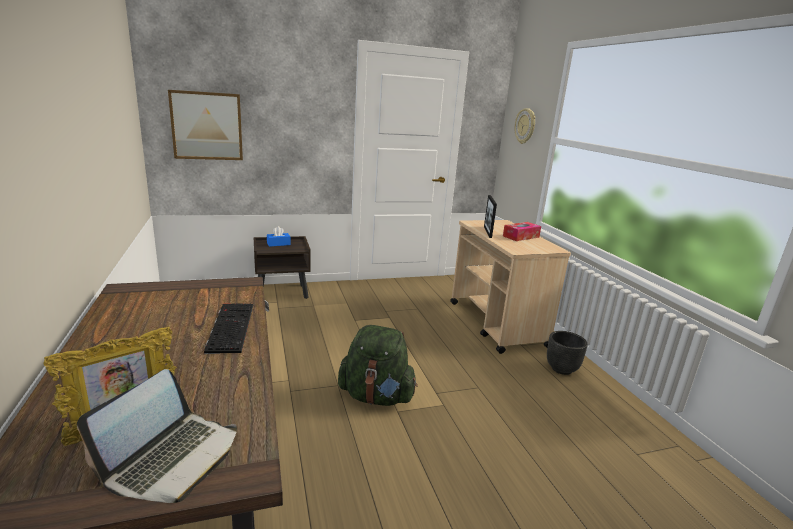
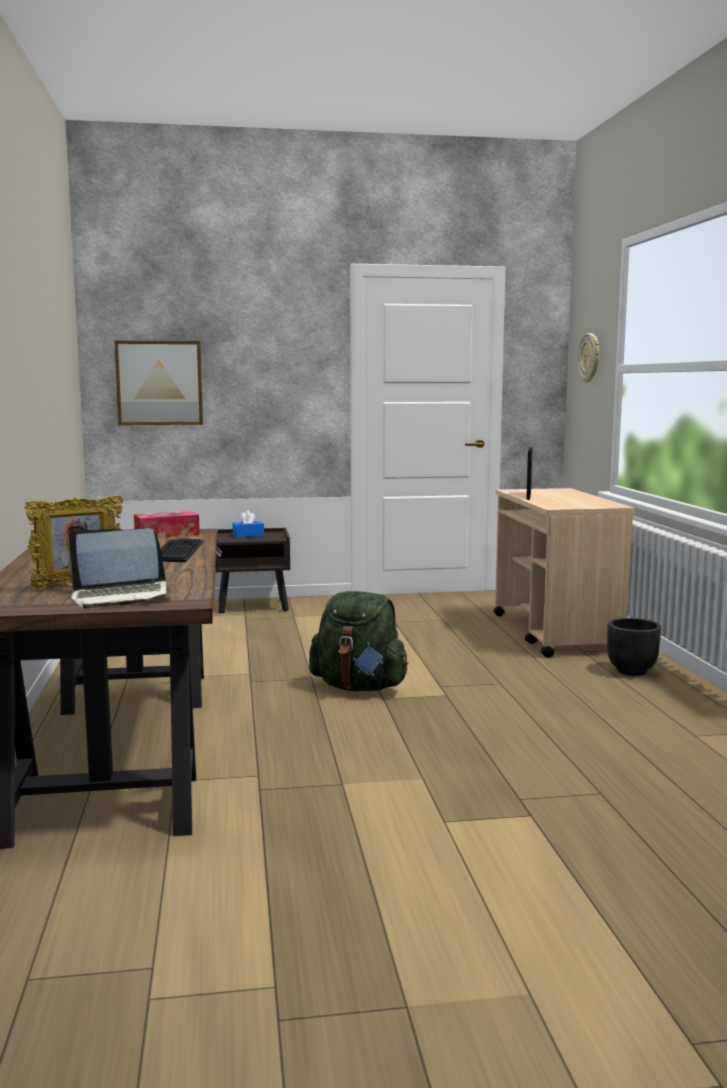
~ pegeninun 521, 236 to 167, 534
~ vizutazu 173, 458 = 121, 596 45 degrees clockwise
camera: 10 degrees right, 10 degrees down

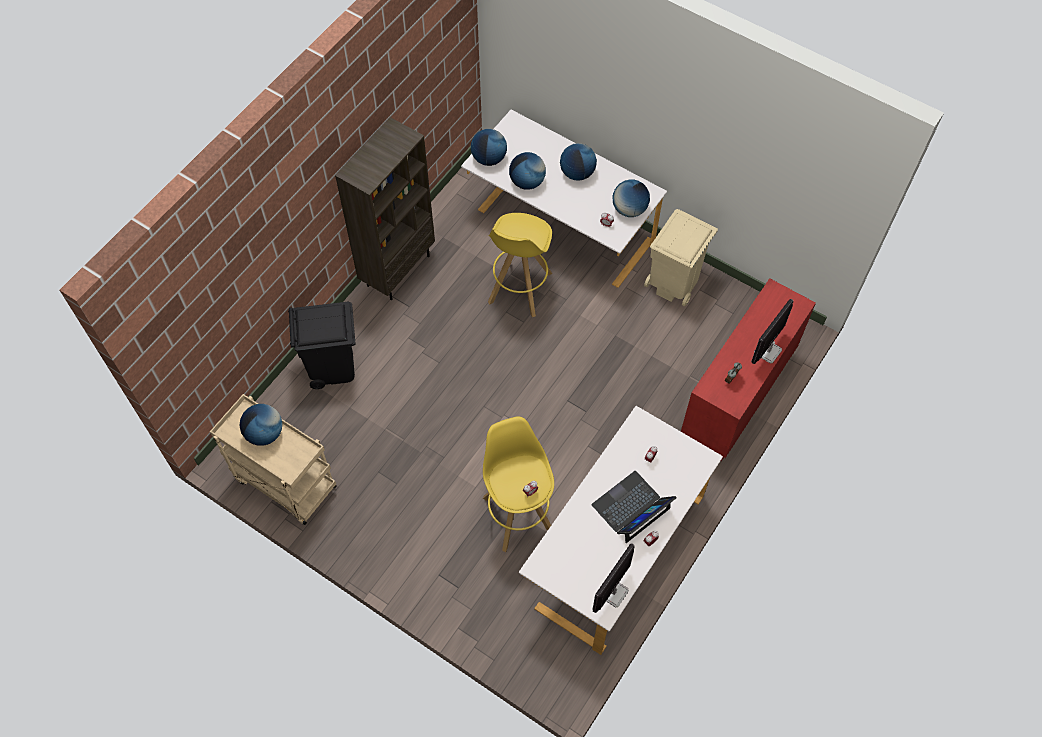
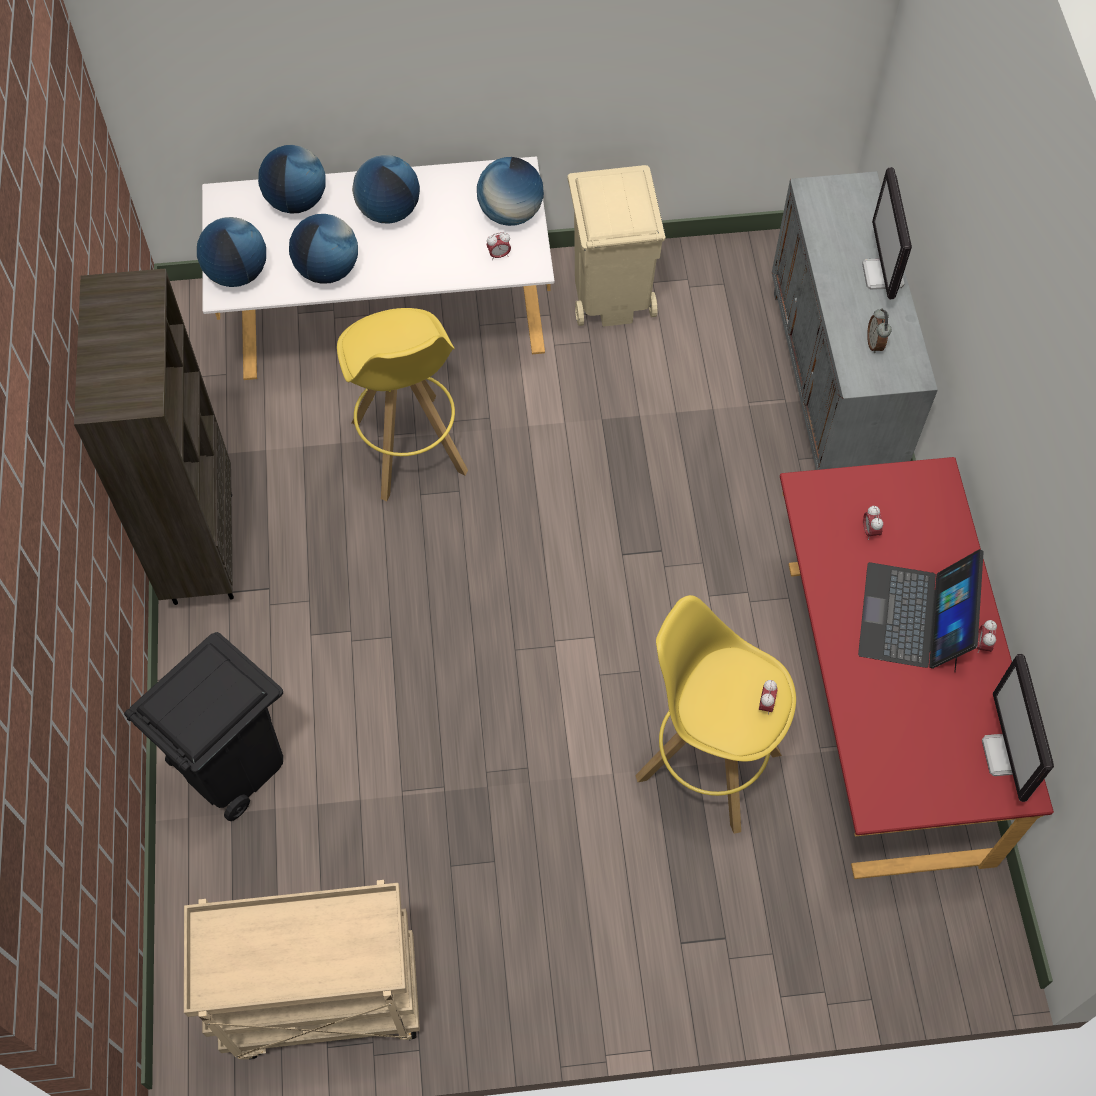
~ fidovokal 265, 433 to 296, 202
~ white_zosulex 615, 548 to red_zosulex 876, 705
~ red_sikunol 737, 397 to grey_sikunol 833, 387
camera: 40 degrees left, 0 degrees up

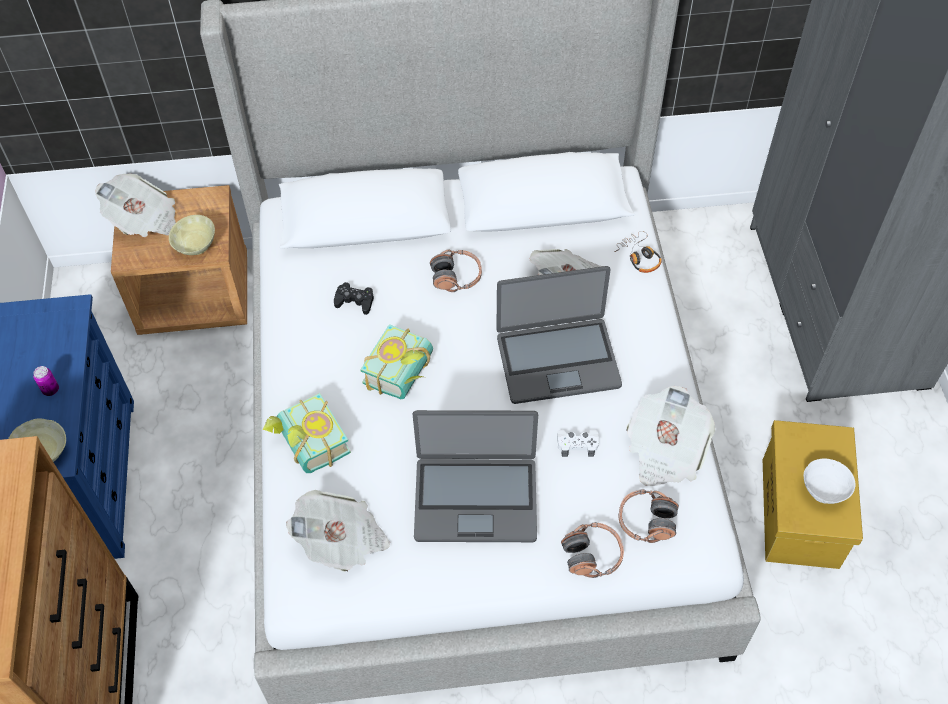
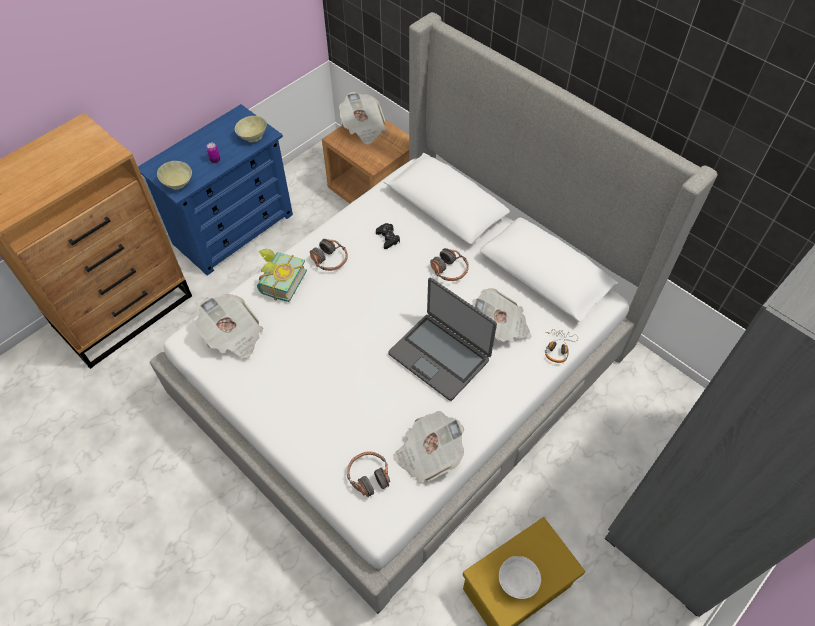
- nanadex 405, 375
- vizutazu 475, 498
- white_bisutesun 577, 445
~ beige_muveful 195, 247 to 253, 137
~ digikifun 592, 555 to 330, 260
camera: 50 degrees right, 0 degrees up

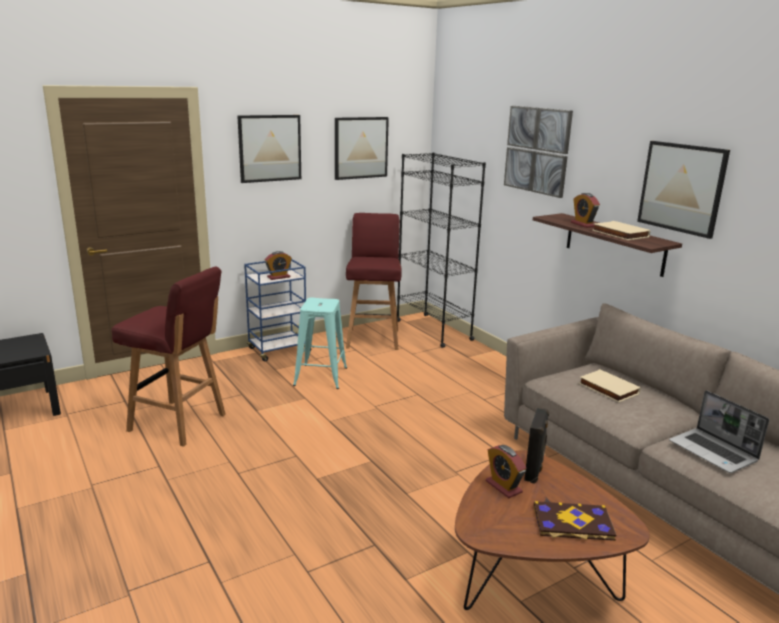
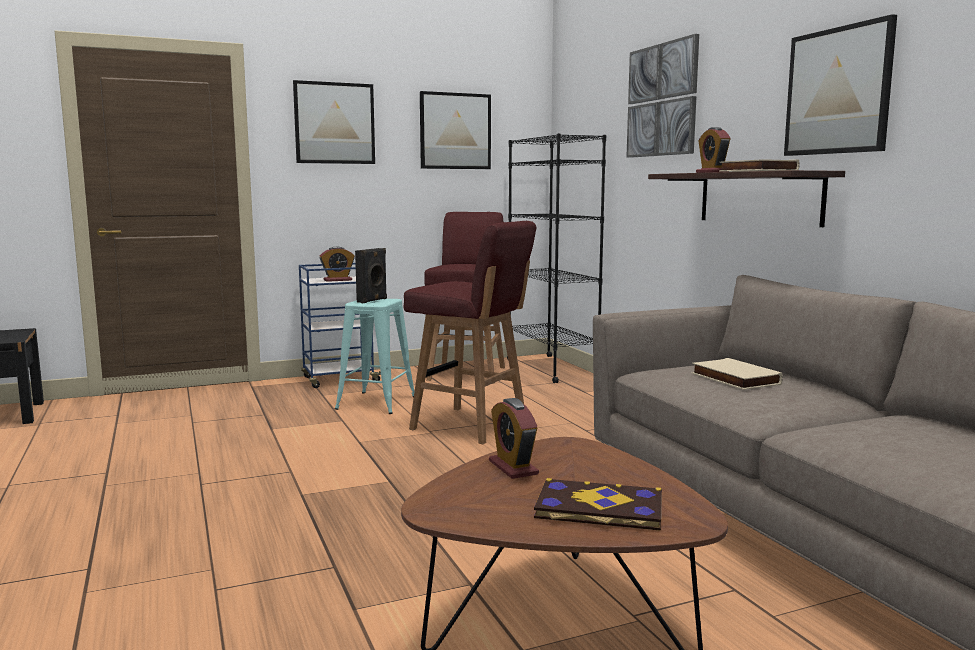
- vizutazu 714, 452
~ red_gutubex 179, 423 to 471, 426
~ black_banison 534, 471 to 373, 300
camera: 10 degrees right, 10 degrees down

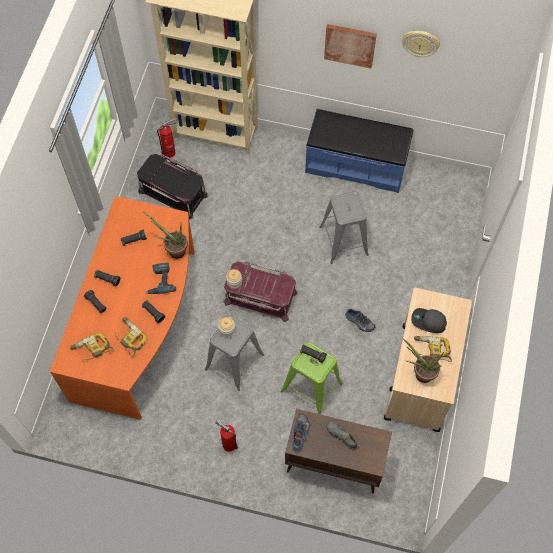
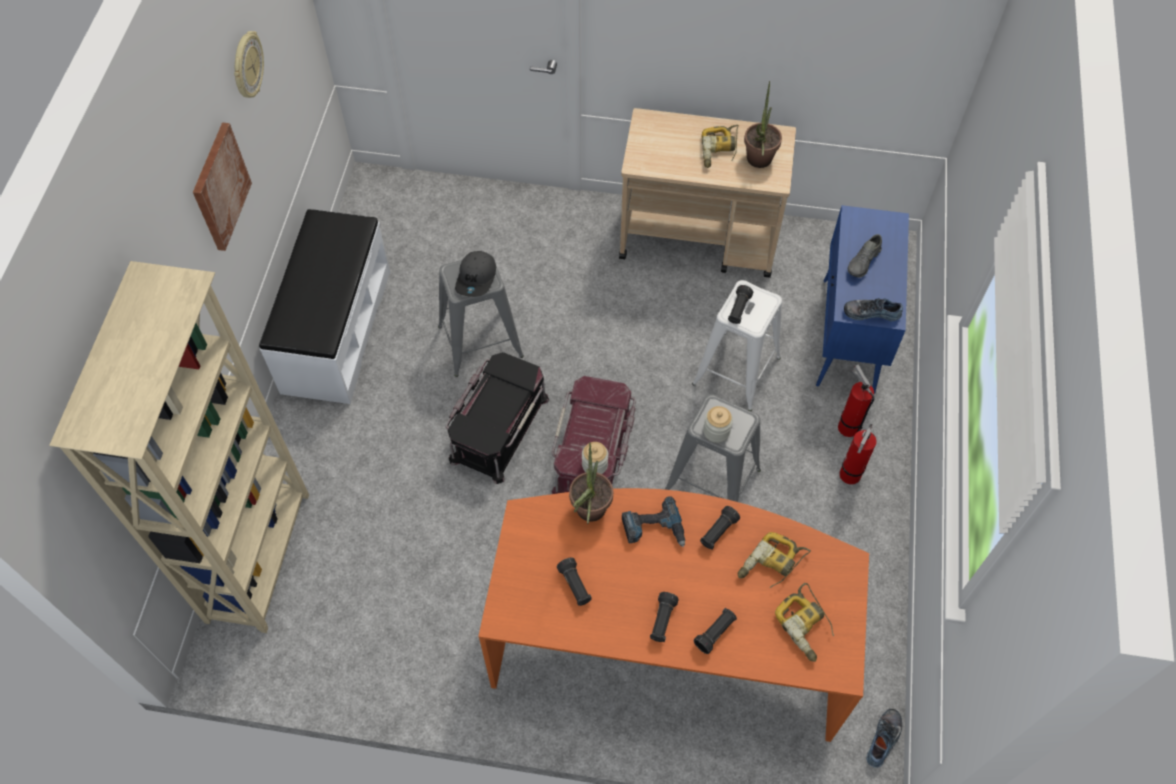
~ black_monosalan 173, 192 to 498, 428
~ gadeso 171, 152 to 846, 425
~ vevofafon 359, 322 to 884, 740
~ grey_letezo 428, 322 to 477, 278
~ green_gutubex 311, 387 to white_gutubex 737, 370
~ brown_sikunol 333, 464 to blue_sikunol 848, 337
~ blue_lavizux 356, 164 to white_lavizux 335, 331
camera: 95 degrees left, 5 degrees down

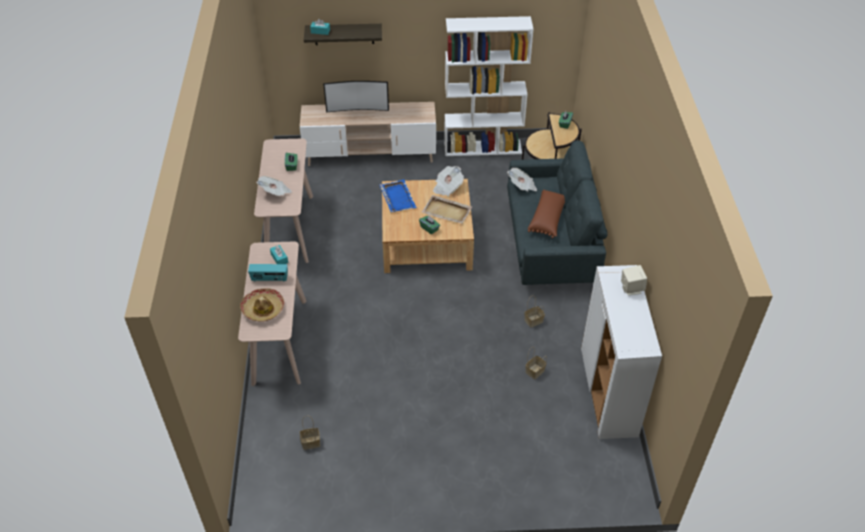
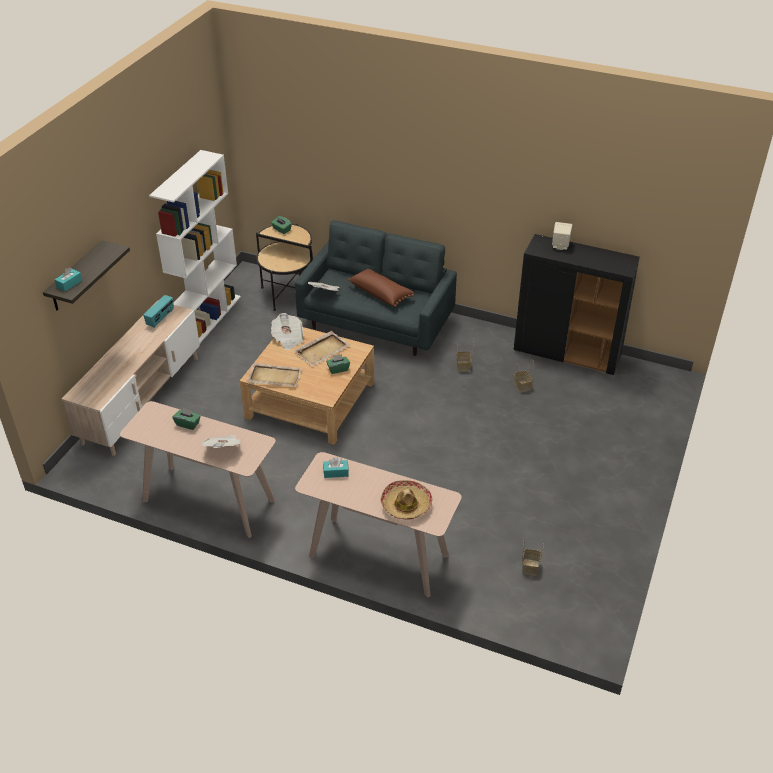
- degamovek 357, 109
~ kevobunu 269, 279 to 160, 318
~ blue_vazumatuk 397, 197 to beige_vazumatuk 274, 376
~ white_sikunol 609, 393 to black_sikunol 567, 353
camera: 65 degrees left, 5 degrees down

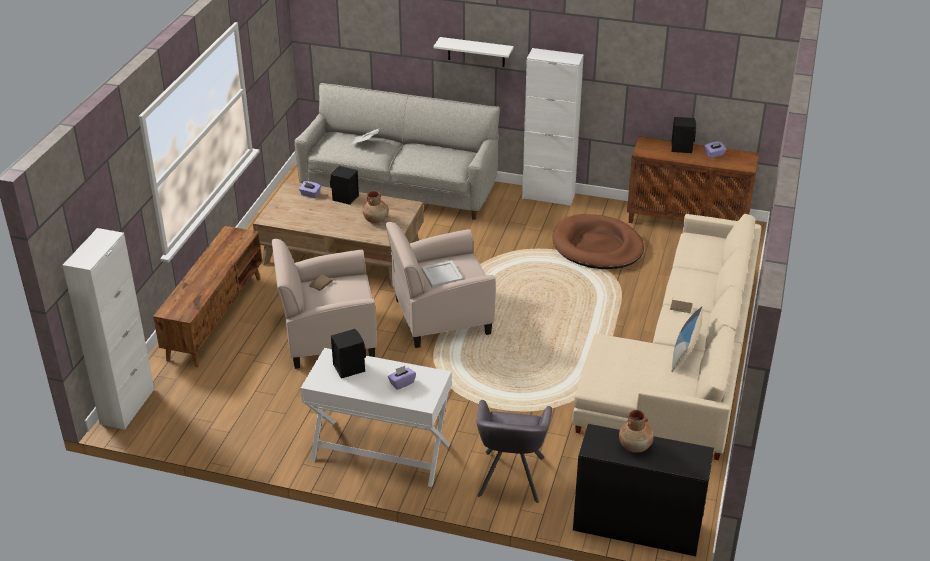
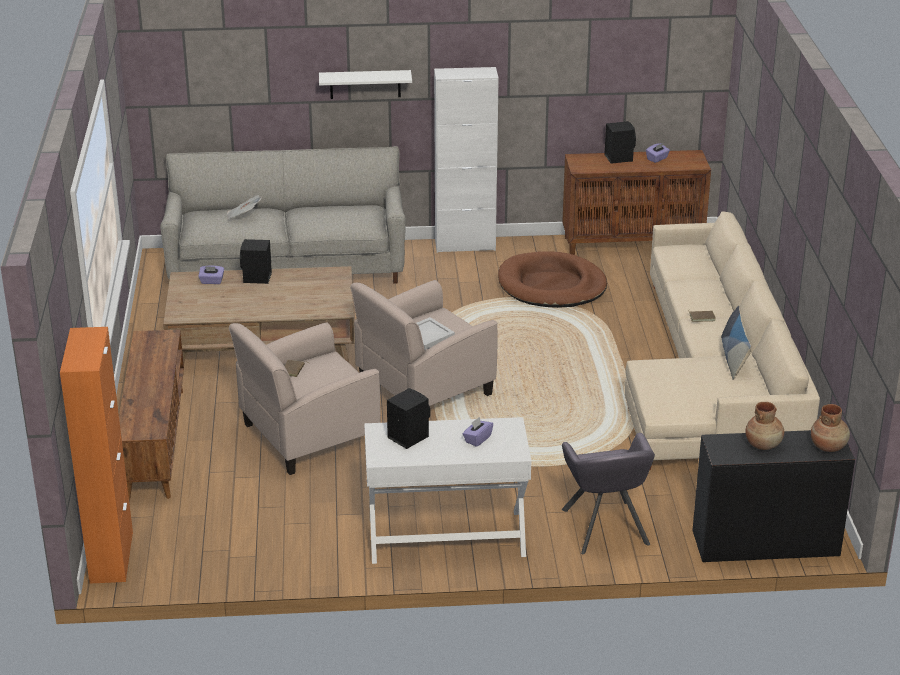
~ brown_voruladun 376, 220 to 828, 446
~ white_sikunol 127, 406 to orange_sikunol 111, 557
camera: 20 degrees left, 5 degrees down

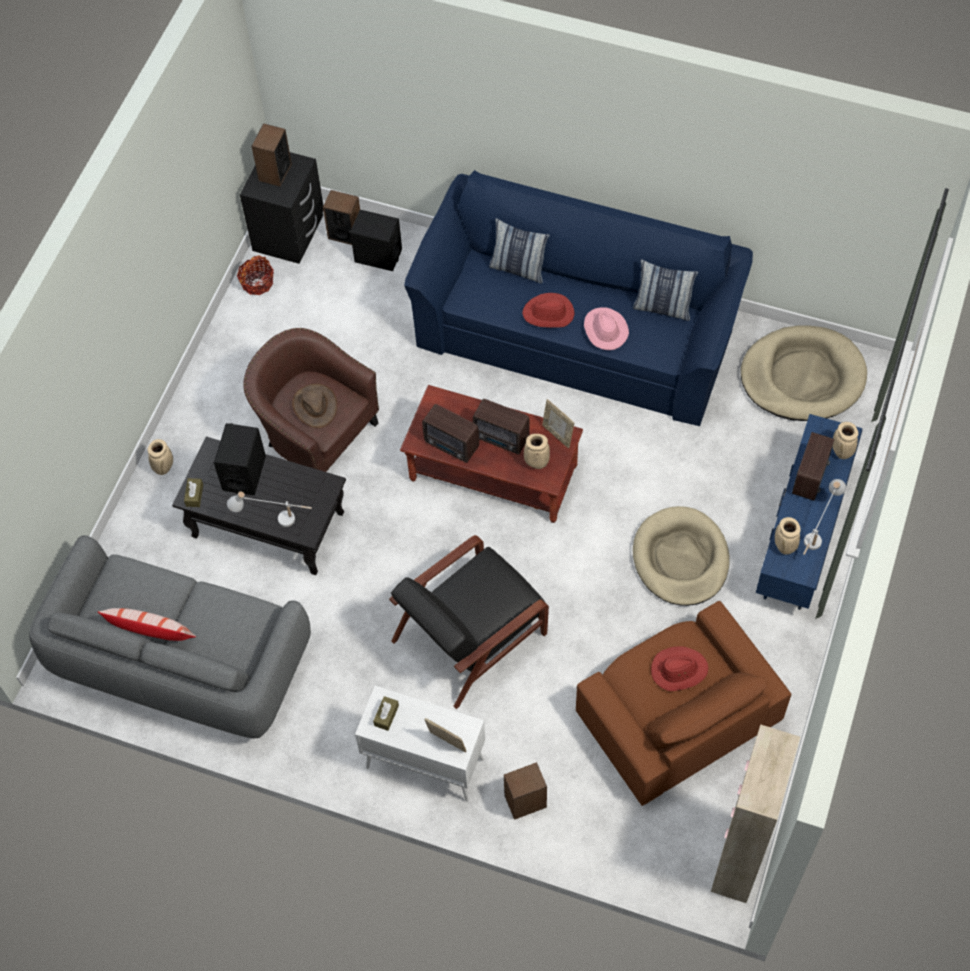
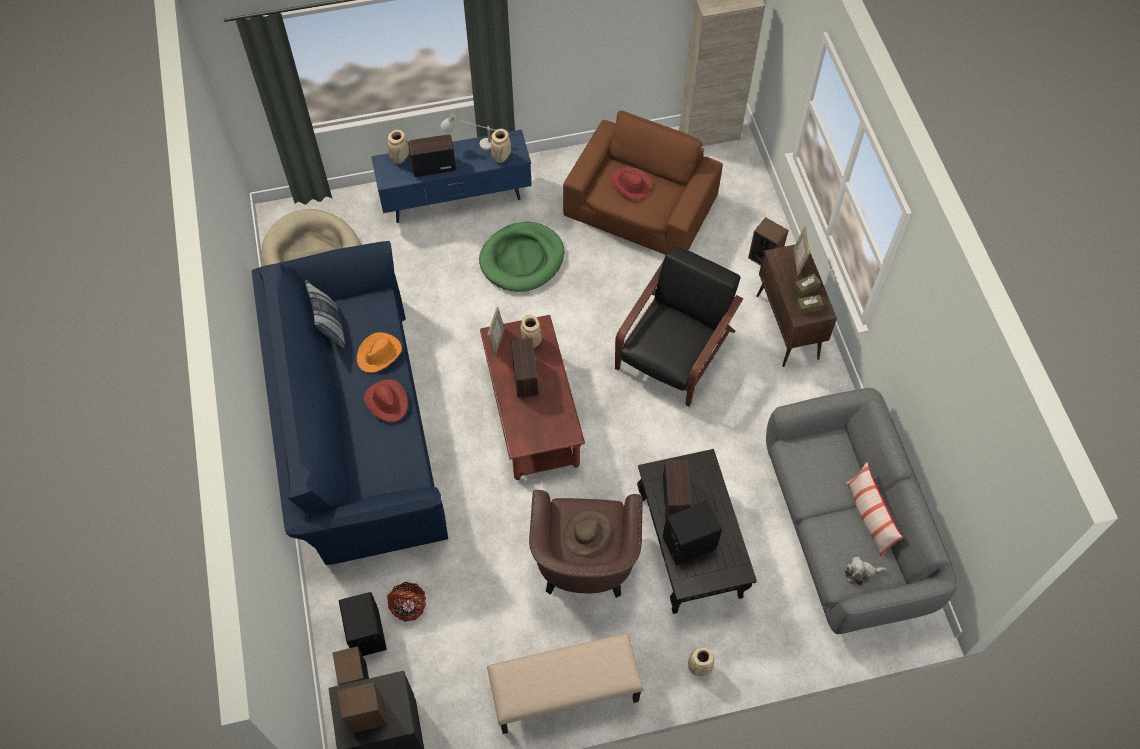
- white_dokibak 273, 520
- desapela 518, 268
+ beige_lavizux 564, 693
+ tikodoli 860, 573
~ brown_pegeninun 194, 495 to 806, 287
~ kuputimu 257, 282 to 408, 606
~ kevobunu 452, 446 to 675, 497
~ white_sikunol 423, 763 to brown_sikunol 787, 328
~ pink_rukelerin 605, 330 to orange_rukelerin 379, 354
~ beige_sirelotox 680, 559 to green_sirelotox 522, 259
~ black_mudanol 471, 635 = 674, 352 75 degrees counterclockwise
camera: 125 degrees left, 0 degrees up

